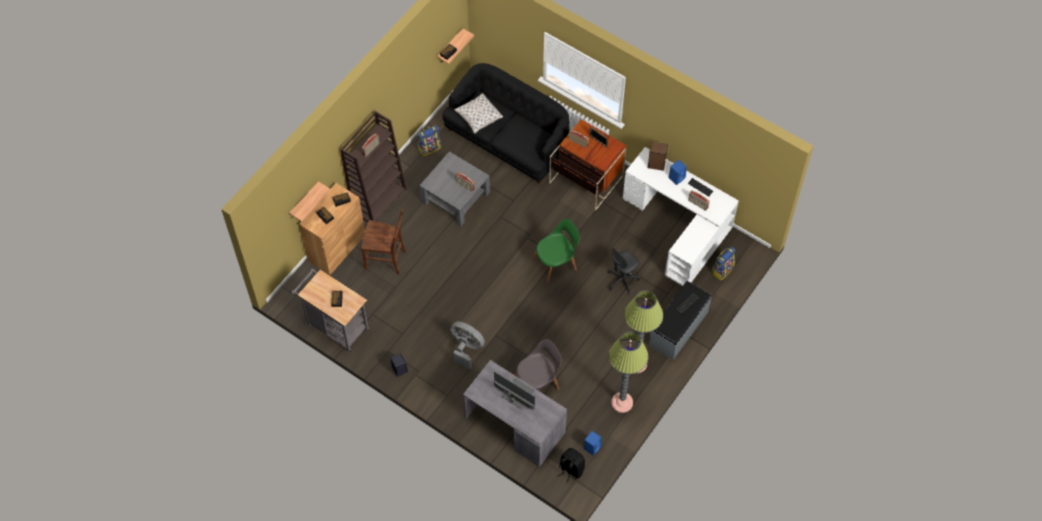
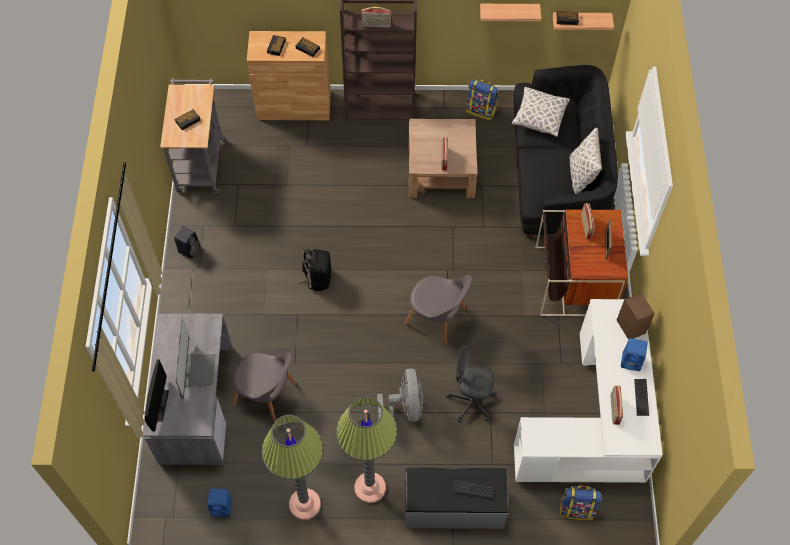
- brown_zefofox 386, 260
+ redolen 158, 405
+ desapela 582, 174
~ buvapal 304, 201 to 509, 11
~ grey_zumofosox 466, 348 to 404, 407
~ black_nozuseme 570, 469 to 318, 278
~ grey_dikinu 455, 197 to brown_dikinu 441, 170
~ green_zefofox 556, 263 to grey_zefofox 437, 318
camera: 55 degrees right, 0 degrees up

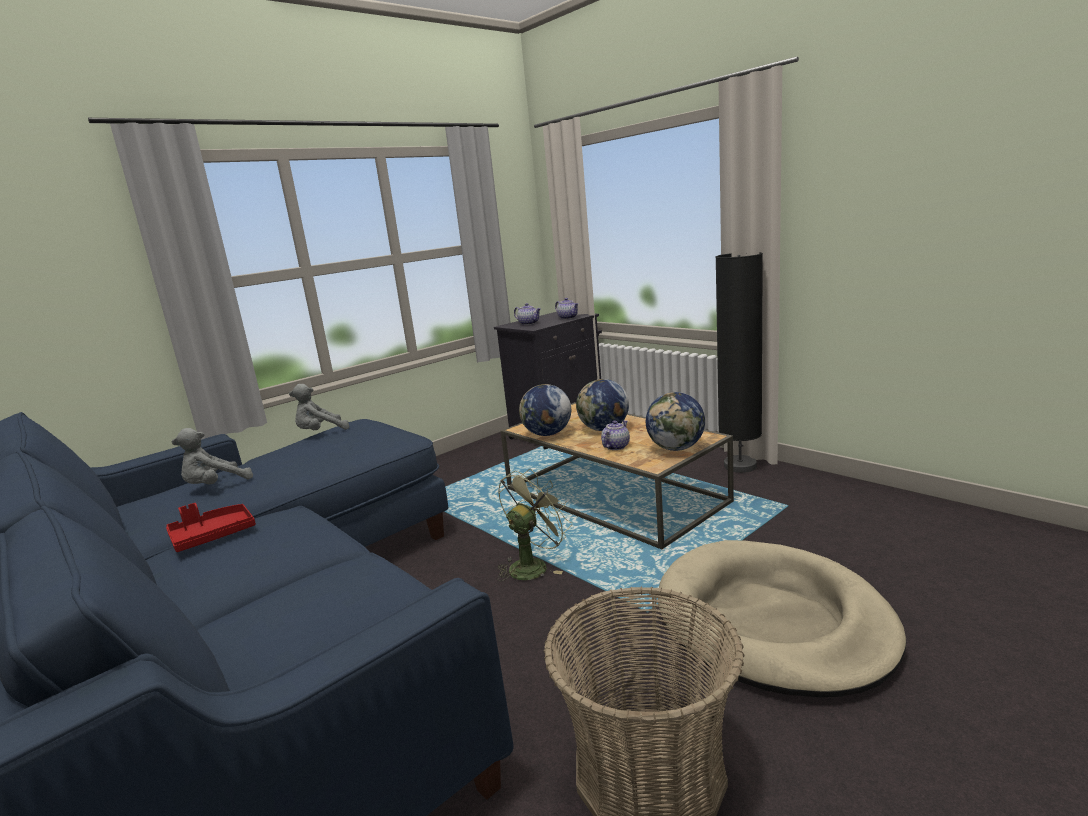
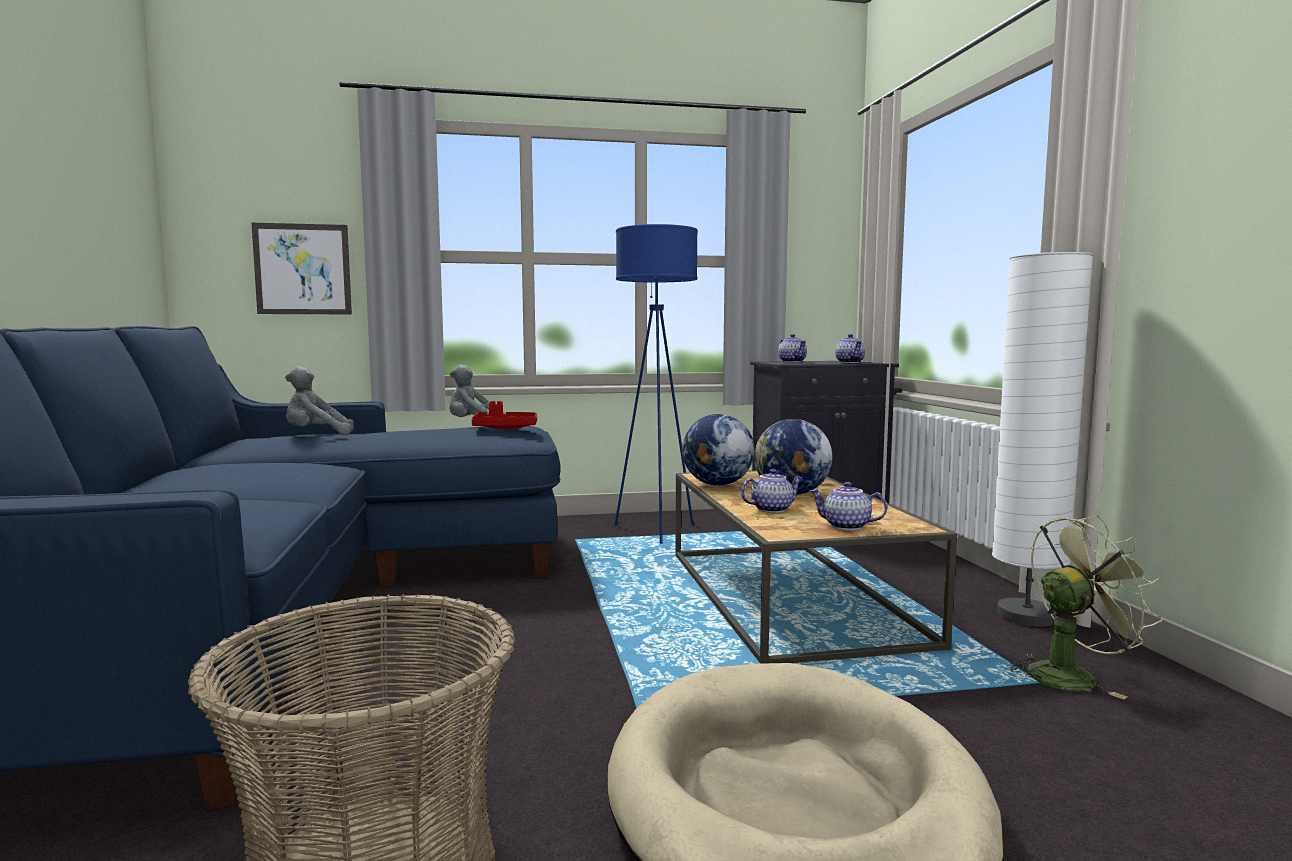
+ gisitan 302, 269
+ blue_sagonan 656, 532
~ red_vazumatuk 213, 536 to 505, 428
~ green_zumofosox 533, 565 to 1071, 675
~ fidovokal 676, 448 to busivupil 846, 526
~ black_sagonan 740, 466 to white_sagonan 1026, 616
camera: 30 degrees right, 10 degrees down

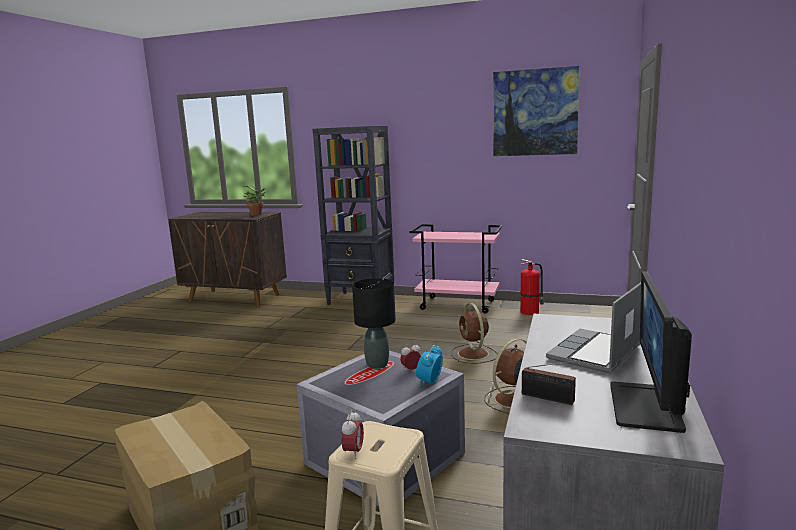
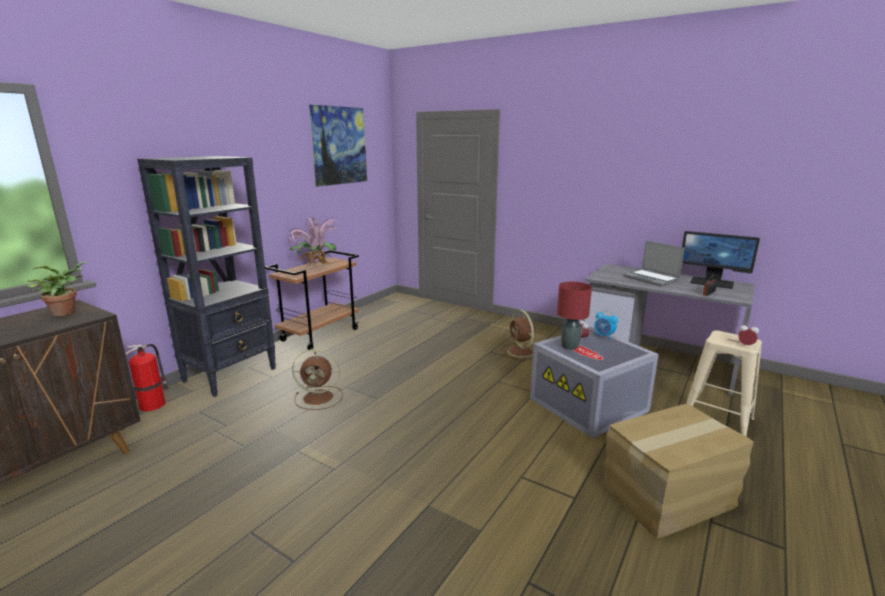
+ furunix 315, 268
~ brown_zumofosox 473, 354 to 320, 398
~ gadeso 530, 312 to 153, 404
~ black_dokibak 377, 364 to red_dokibak 569, 346
~ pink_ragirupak 458, 305 to brown_ragirupak 320, 334
camera: 75 degrees left, 5 degrees up

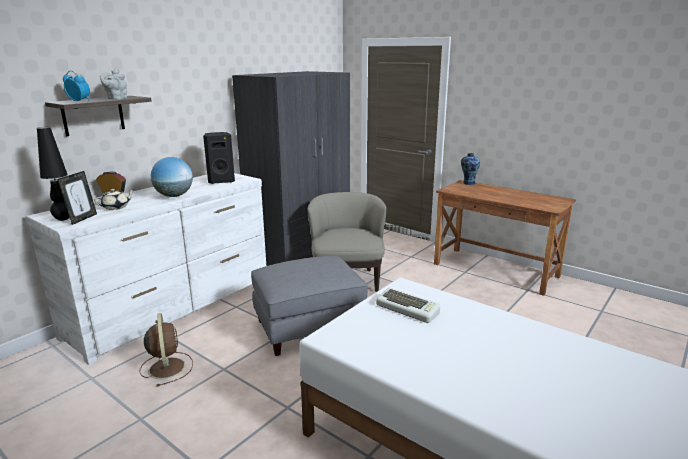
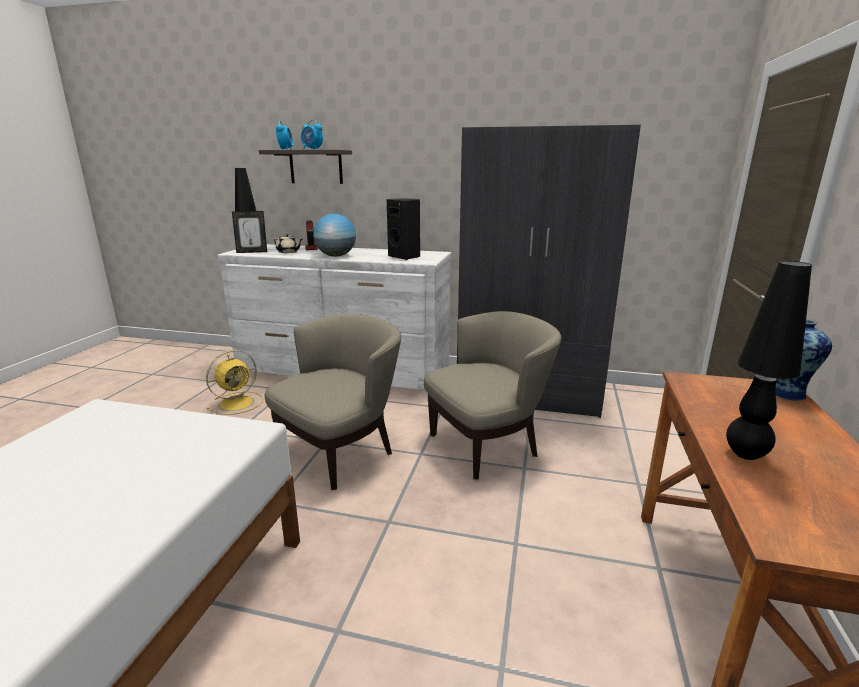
- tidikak 408, 309
+ black_dokibak 745, 454
~ grey_busivupil 116, 99 to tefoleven 312, 149
~ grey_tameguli 309, 327 to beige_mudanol 341, 452
~ brown_zumofosox 167, 367 to yellow_zumofosox 238, 403
camera: 65 degrees right, 0 degrees up

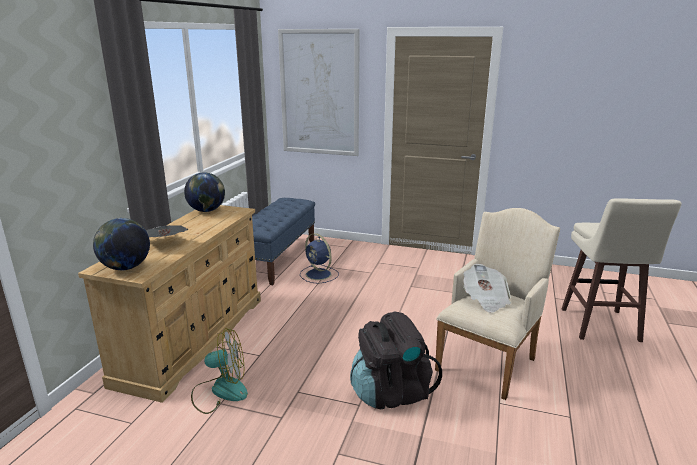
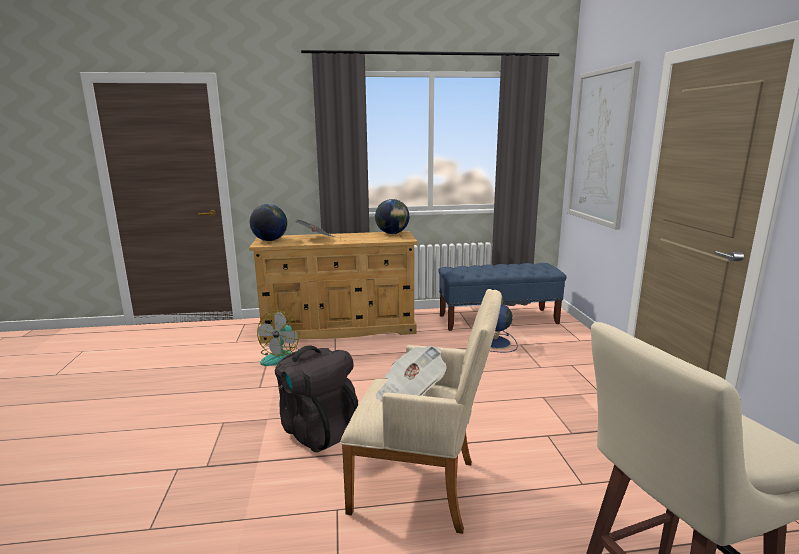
~ zumofosox 220, 391 = 281, 356 45 degrees clockwise
camera: 65 degrees right, 5 degrees down

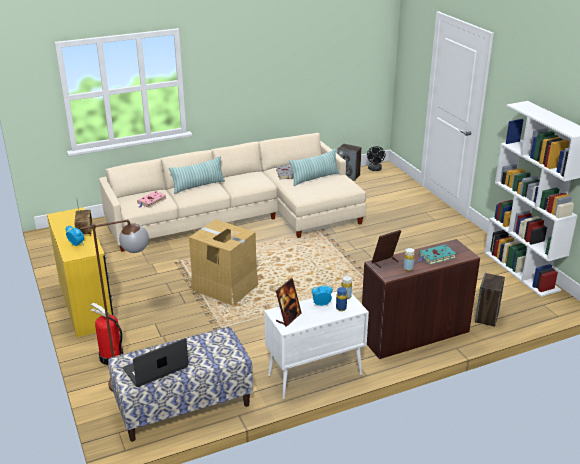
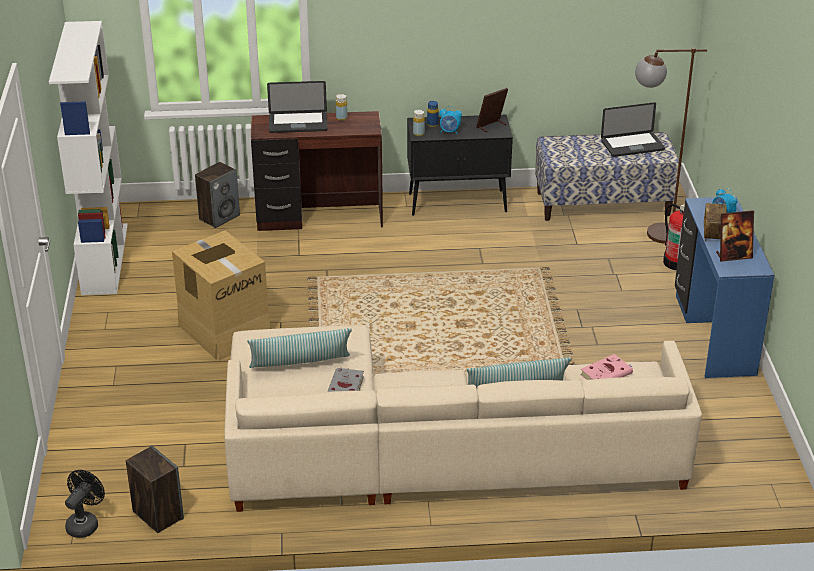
~ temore 225, 287 to 225, 330
~ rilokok 385, 262 to 733, 255
~ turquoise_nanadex 436, 257 to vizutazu 298, 123
~ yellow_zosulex 87, 304 to blue_zosulex 712, 334
~ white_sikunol 314, 375 to black_sikunol 458, 203
camera: 160 degrees left, 5 degrees up

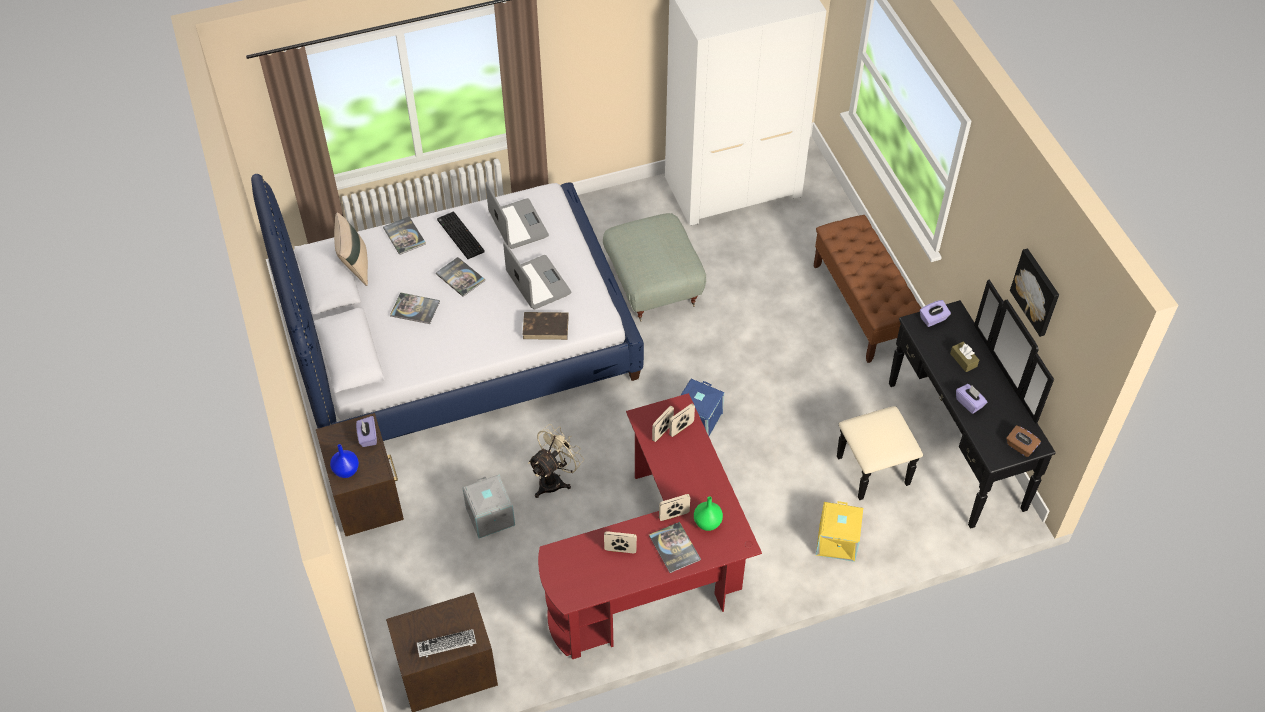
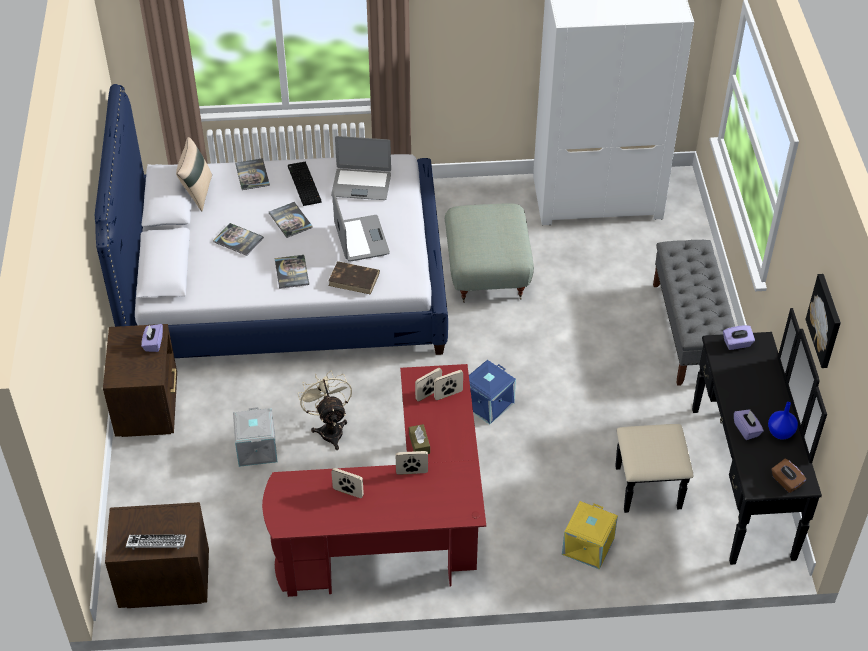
- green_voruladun 708, 522
~ blue_voruladun 346, 470 to 780, 432
~ nanadex 674, 548 to 291, 272
~ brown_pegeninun 963, 360 to 419, 444
~ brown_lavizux 862, 307 to grey_lavizux 689, 332
~ vizutazu 517, 225 = 361, 184 105 degrees clockwise
~ beige_zumofosox 555, 479 = 330, 429 75 degrees counterclockwise
camera: 15 degrees right, 5 degrees down

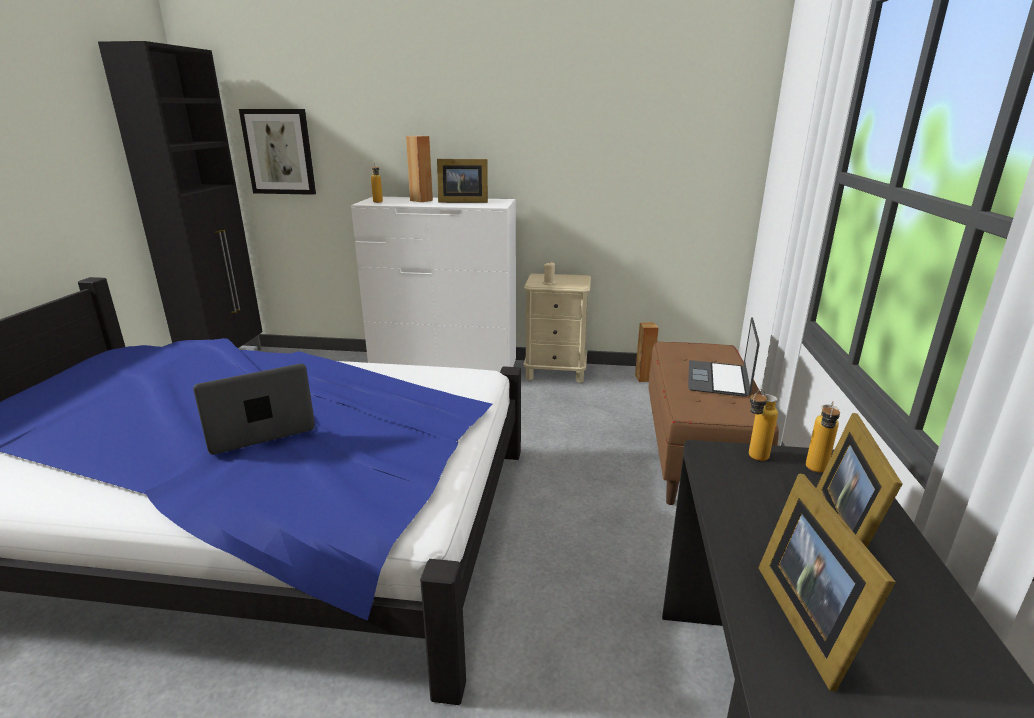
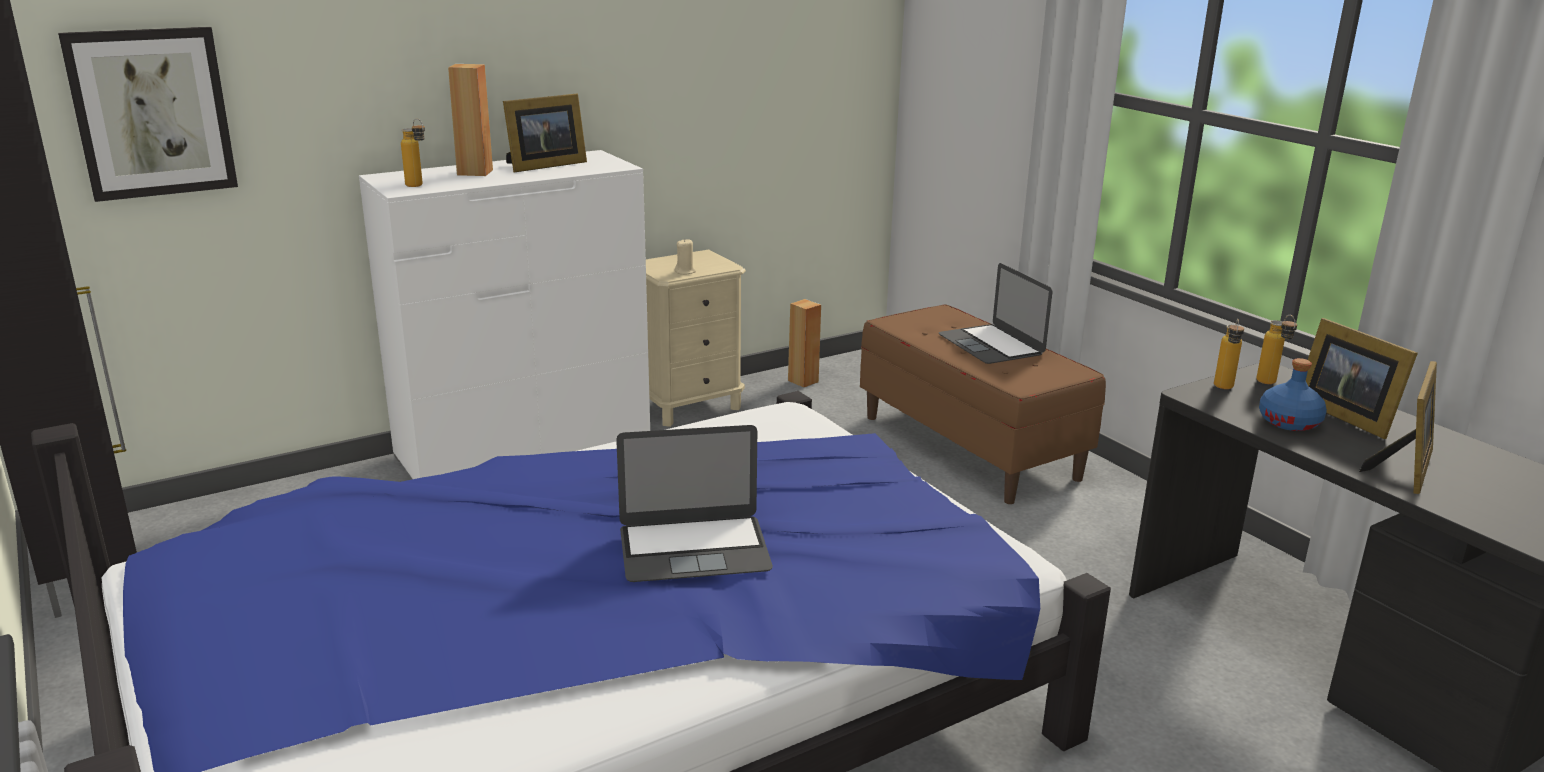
+ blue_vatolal 1289, 422
~ vizutazu 259, 428 = 694, 548 120 degrees counterclockwise
~ rilokok 809, 618 = 1405, 468 105 degrees counterclockwise
camera: 40 degrees left, 0 degrees up

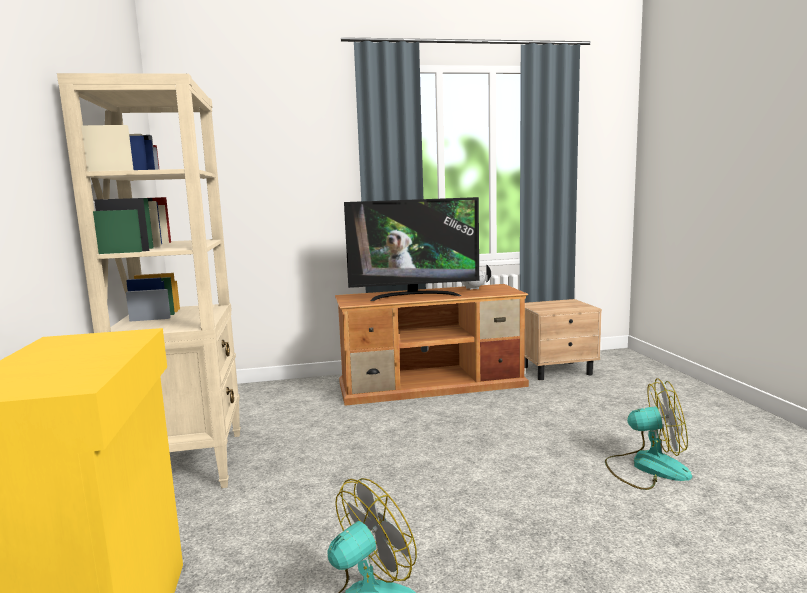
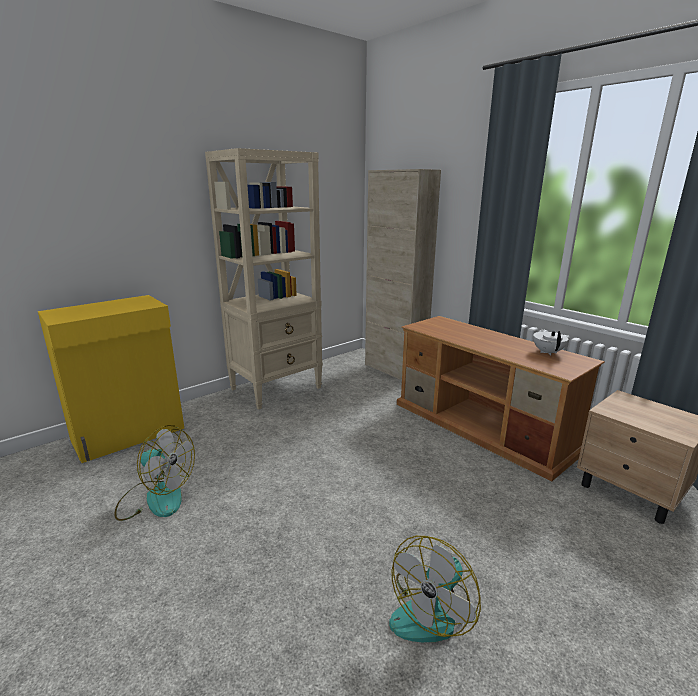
- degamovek 414, 295
+ beige_sikunol 394, 370
~ zumofosox 646, 467 = 431, 611 60 degrees clockwise
camera: 60 degrees right, 10 degrees up

